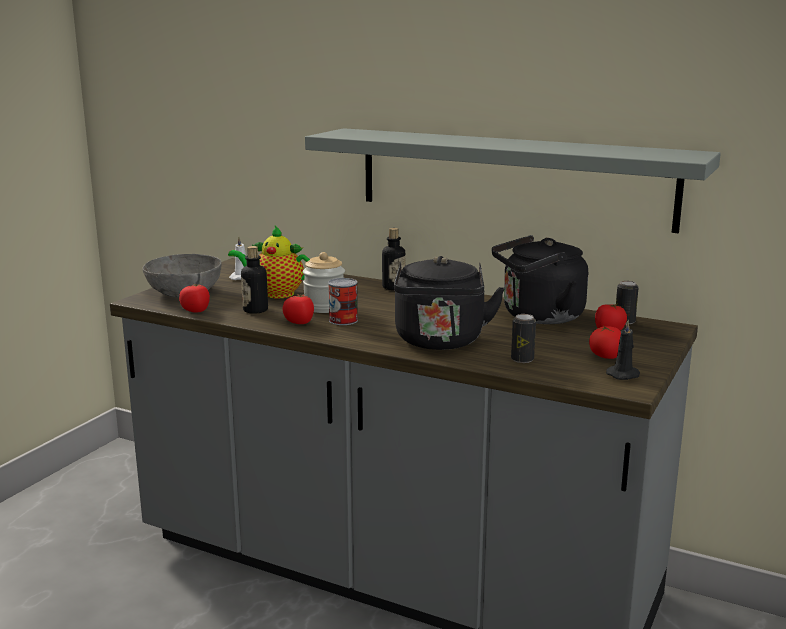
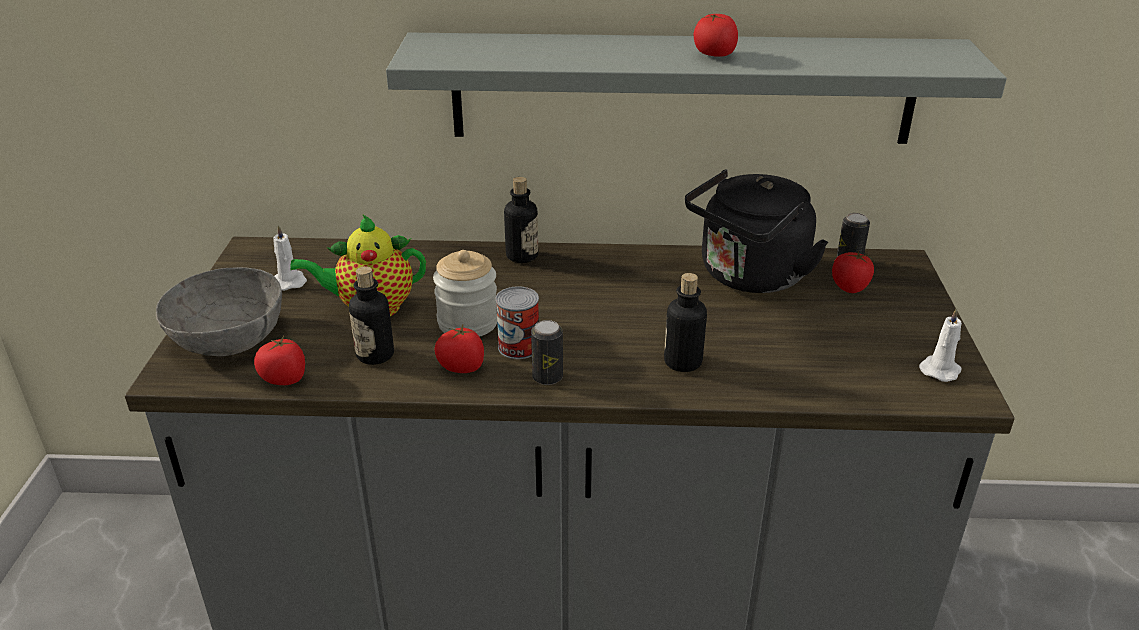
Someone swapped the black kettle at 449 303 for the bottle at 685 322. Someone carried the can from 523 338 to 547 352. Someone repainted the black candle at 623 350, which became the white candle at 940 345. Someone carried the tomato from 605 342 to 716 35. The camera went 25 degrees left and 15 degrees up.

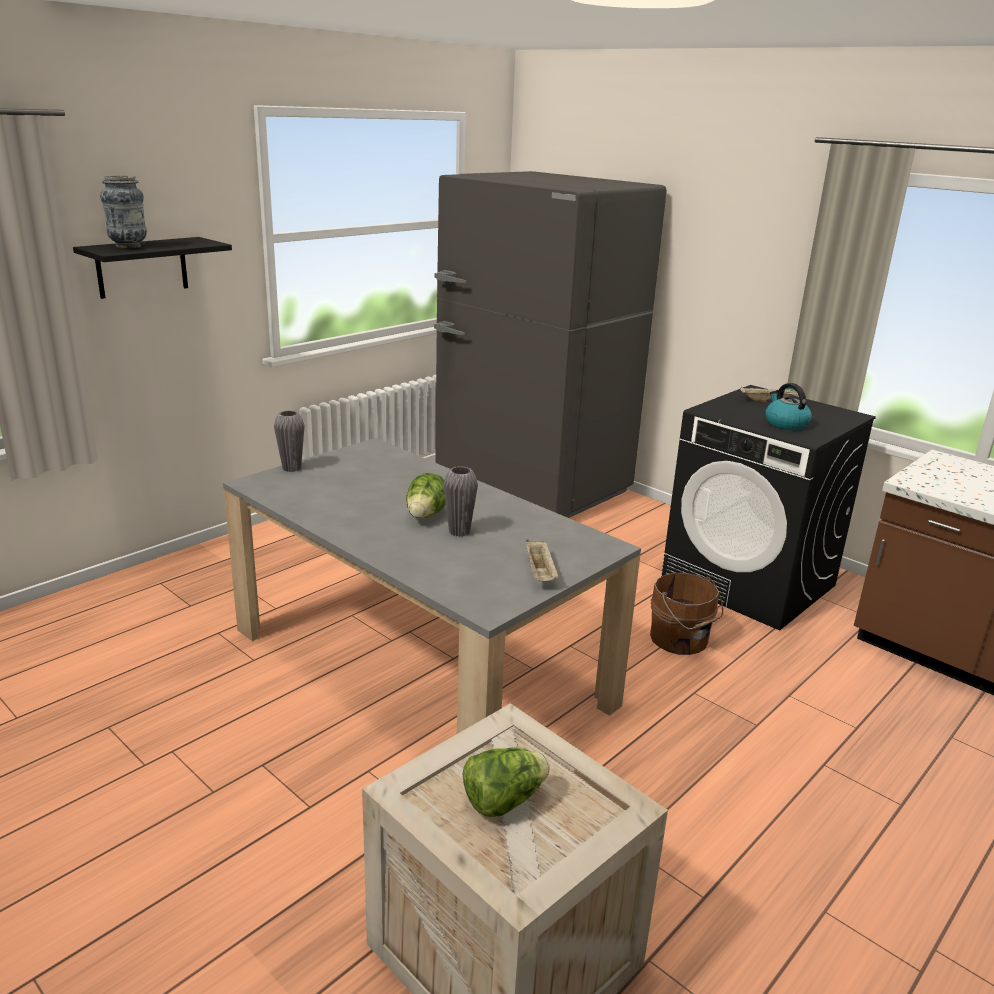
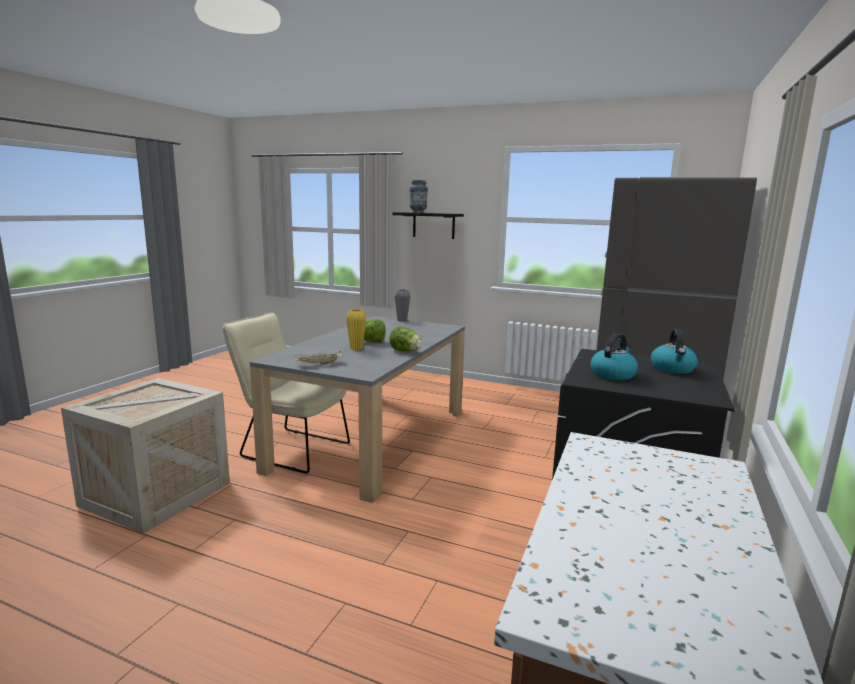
Someone swapped the beige tray at 768 395 for the kettle at 674 351. Someone repainted the grey vase at 460 501, which became the yellow vase at 356 329. Someone took away the brown bucket at 686 614. Someone carried the lettuce from 506 782 to 405 338. Someone put down the beige chair at 286 392. The camera went 70 degrees right and 10 degrees down.

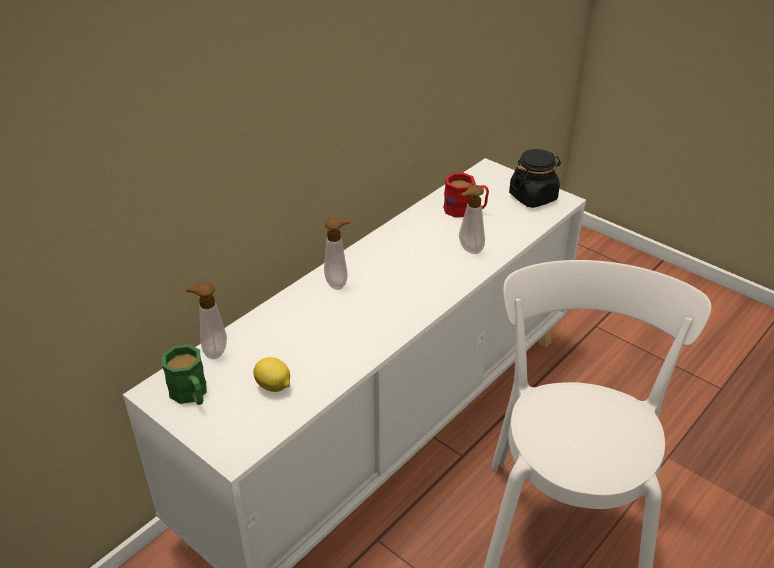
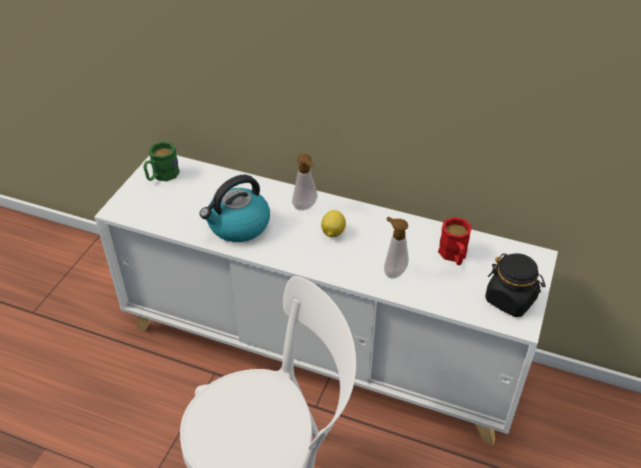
Someone took away the soap dispenser at 206 320. Someone carried the lemon from 271 374 to 333 223. Someone put down the kettle at 235 208. The camera went 70 degrees right and 5 degrees up.

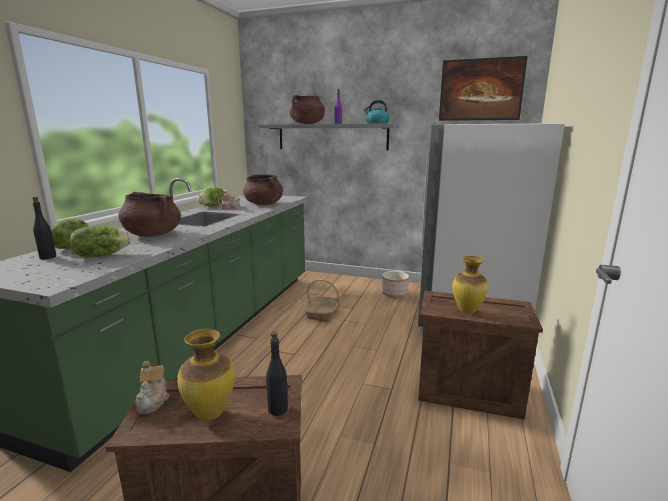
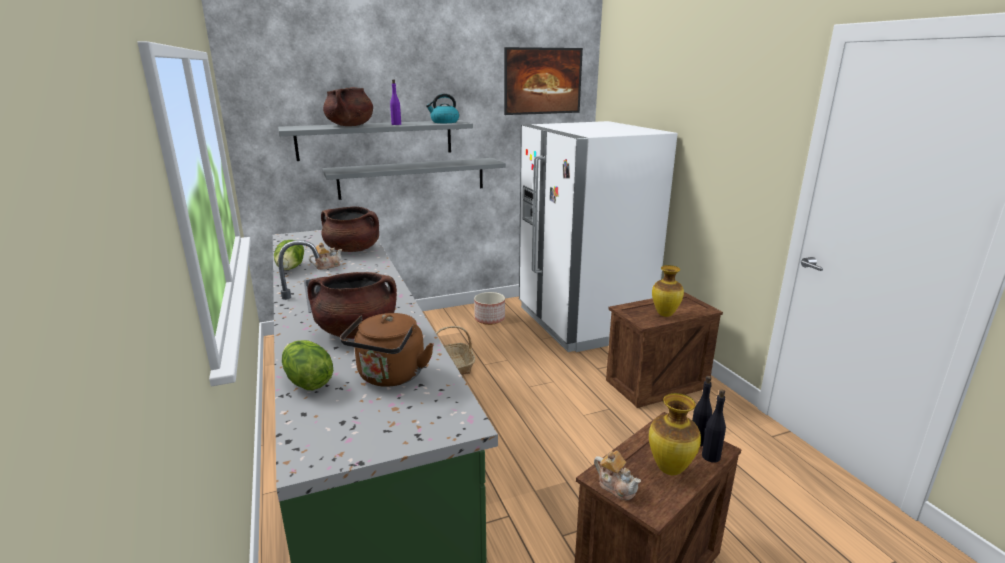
Someone carried the black bottle from 44 228 to 714 426. Someone swapped the lettuce at 100 241 for the brown kettle at 387 350. Someone put up the grey shelf at 414 179. The camera went 40 degrees left and 5 degrees up.

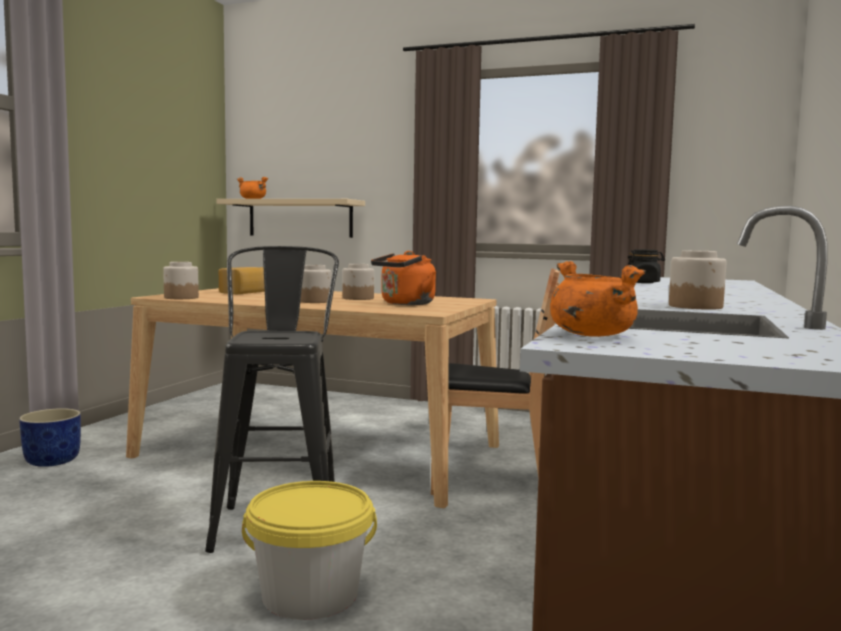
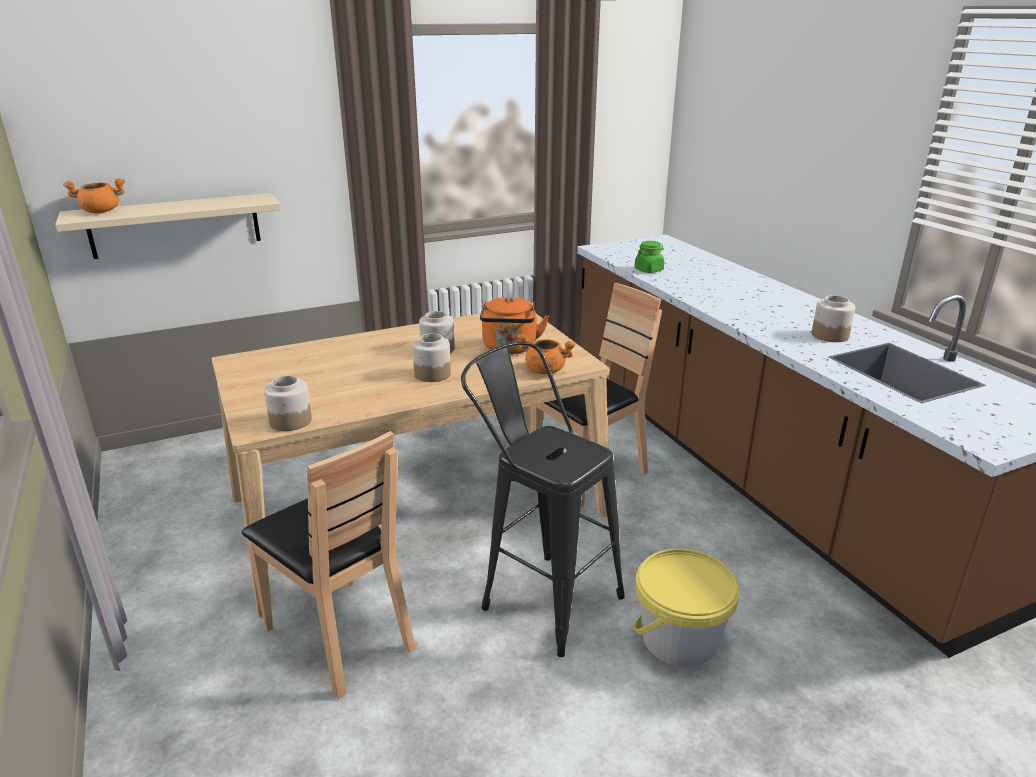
Someone repainted the black jar at 646 266, which became the green jar at 649 257. Someone carried the orange cooking pot from 598 299 to 546 354. Someone took away the bread at 242 281. Someone took away the blue planter at 50 437. Someone put down the brown chair at 329 565. The camera went 45 degrees left and 20 degrees up.

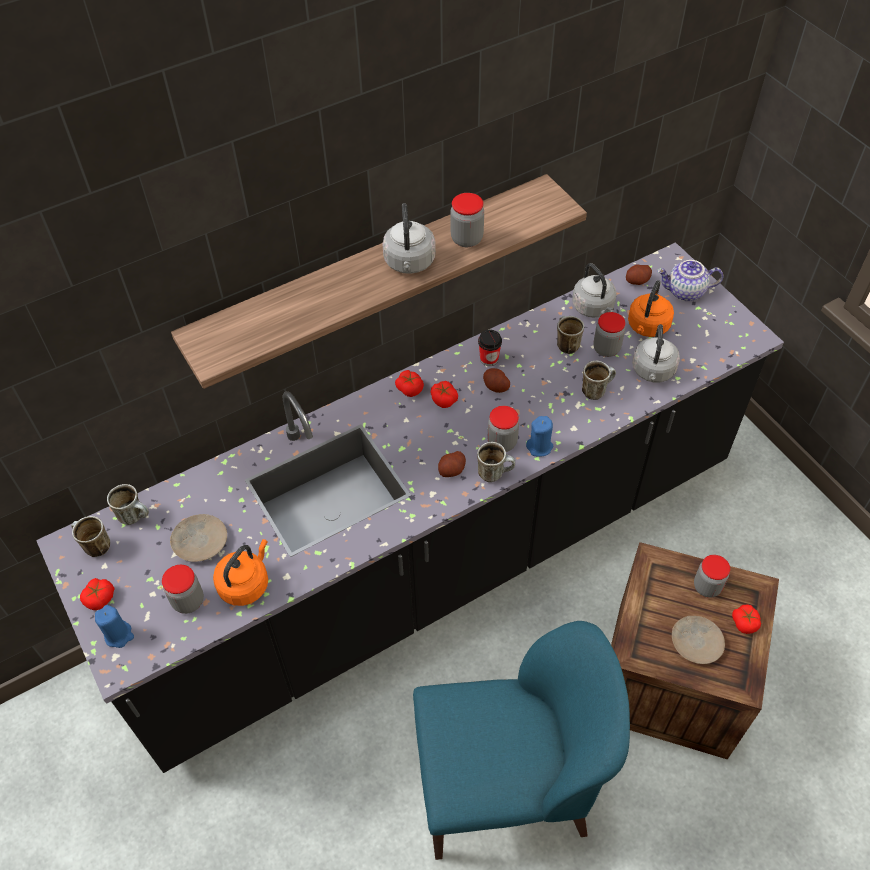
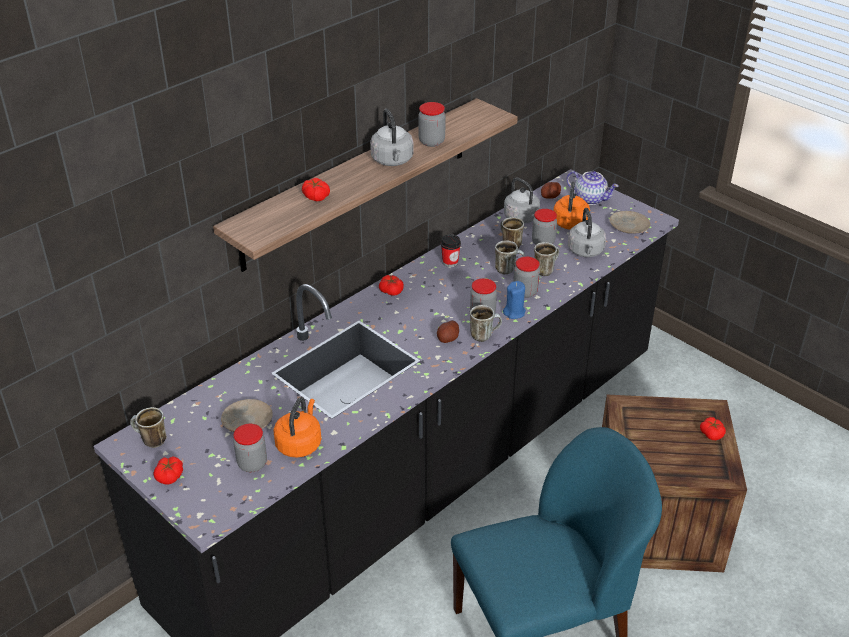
Someone rotated the teapot at 690 280 by 135 degrees counterclockwise. Someone took away the potato at 496 380. Someone carried the tomato from 444 394 to 316 189. Someone carried the mug from 128 504 to 510 257. Someone carried the jar from 712 576 to 526 277. Someone took away the blue candle at 114 626. Someone carried the beige plate from 698 640 to 629 222. The camera went 15 degrees left and 15 degrees down.

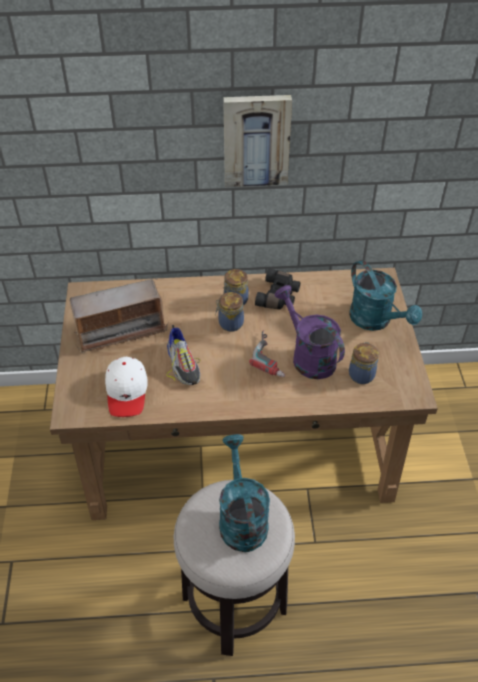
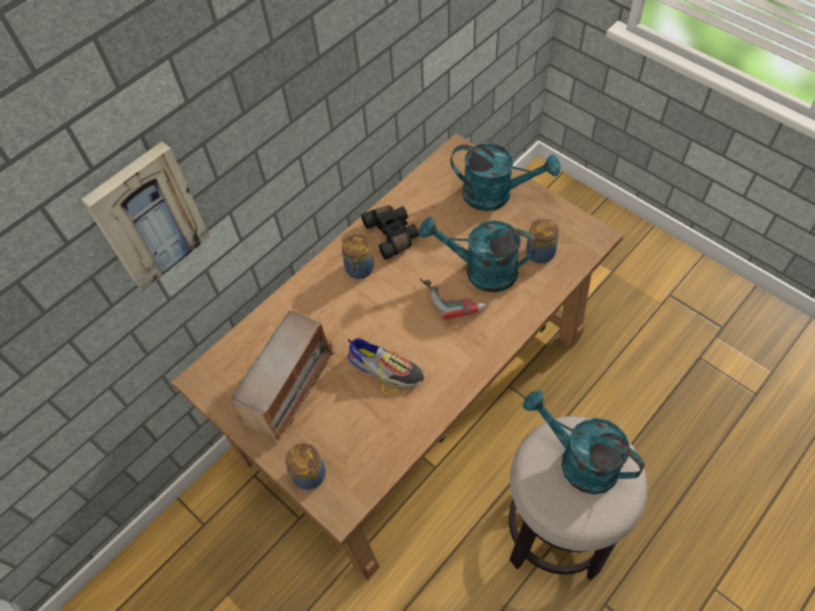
Someone carried the picture from 257 141 to 145 216. Someone repainted the purple watering can at 309 332, which became the turquoise watering can at 477 254. Someone carried the jar from 229 312 to 305 466. Someone took away the white cap at 126 387. The camera went 40 degrees left and 10 degrees up.

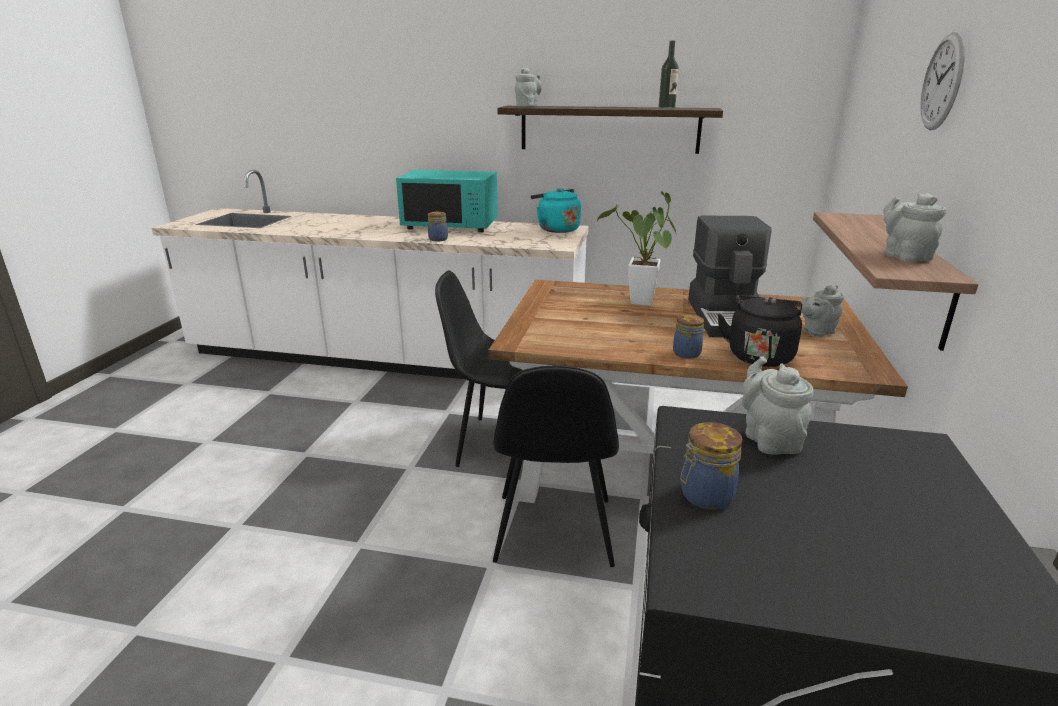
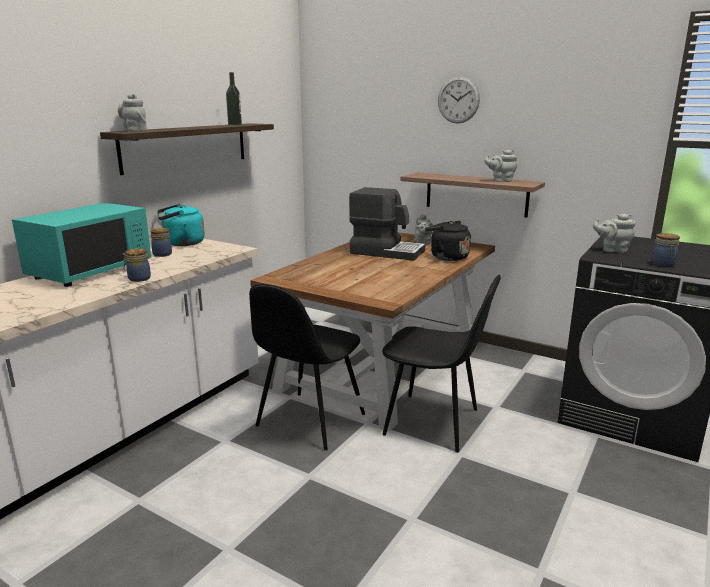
Someone took away the potted plant at 636 248. Someone carried the jar from 688 336 to 161 242. The camera went 70 degrees left and 5 degrees down.

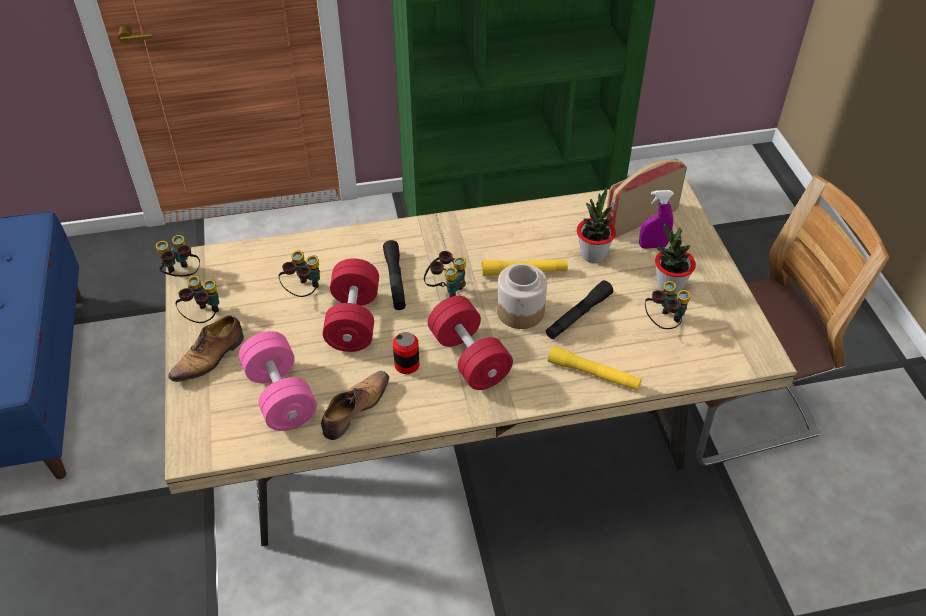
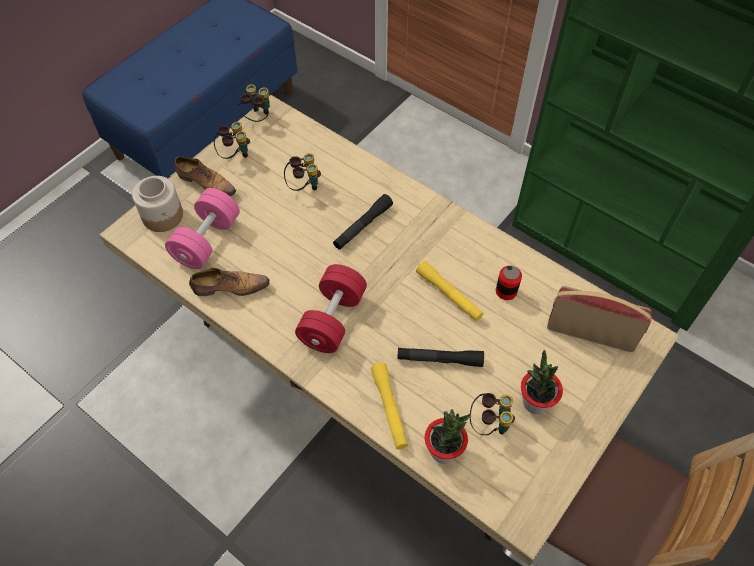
Someone carried the potted plant from 596 225 to 448 436. Someone took away the purple spray bottle at 656 219. Someone took away the binoculars at 445 274. Someone took away the red dumbbell at 351 305. Someone carried the jar from 522 296 to 157 204. Someone rotated the shoe at 206 348 by 150 degrees counterclockwise. Someone carried the can from 406 353 to 509 283. The camera went 50 degrees right and 10 degrees up.

